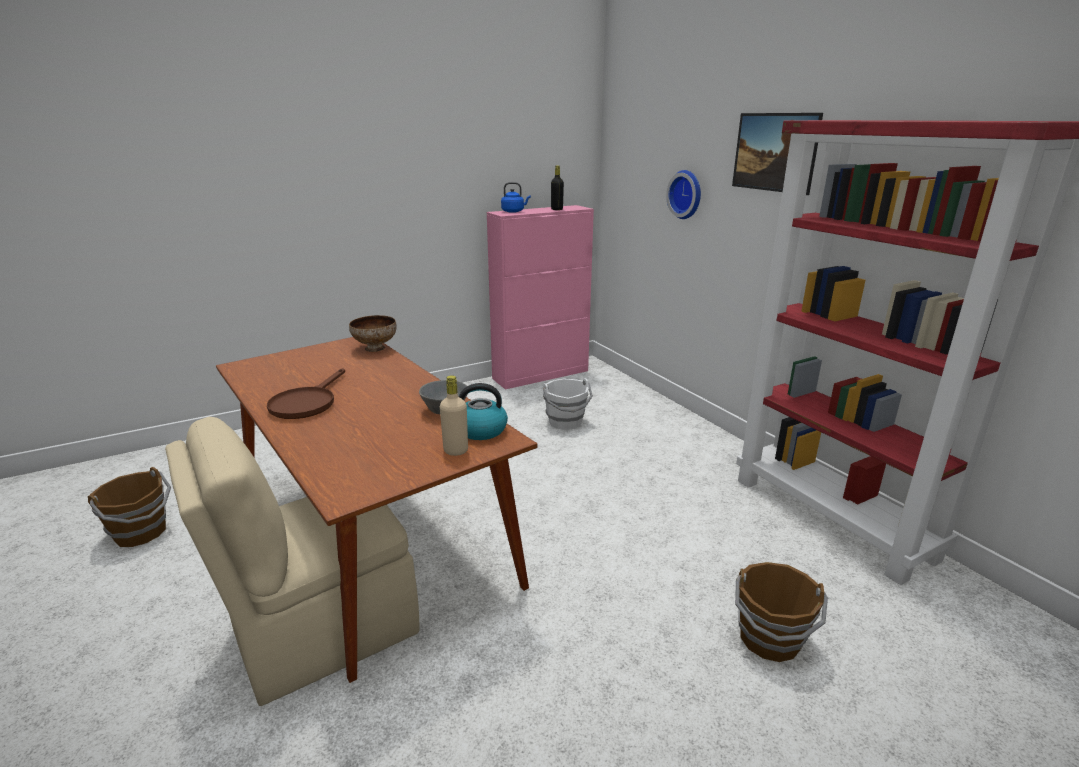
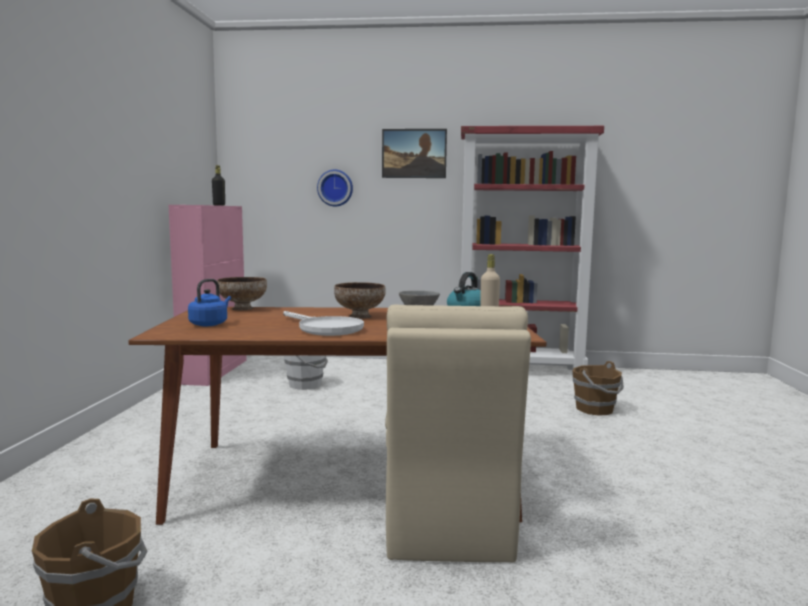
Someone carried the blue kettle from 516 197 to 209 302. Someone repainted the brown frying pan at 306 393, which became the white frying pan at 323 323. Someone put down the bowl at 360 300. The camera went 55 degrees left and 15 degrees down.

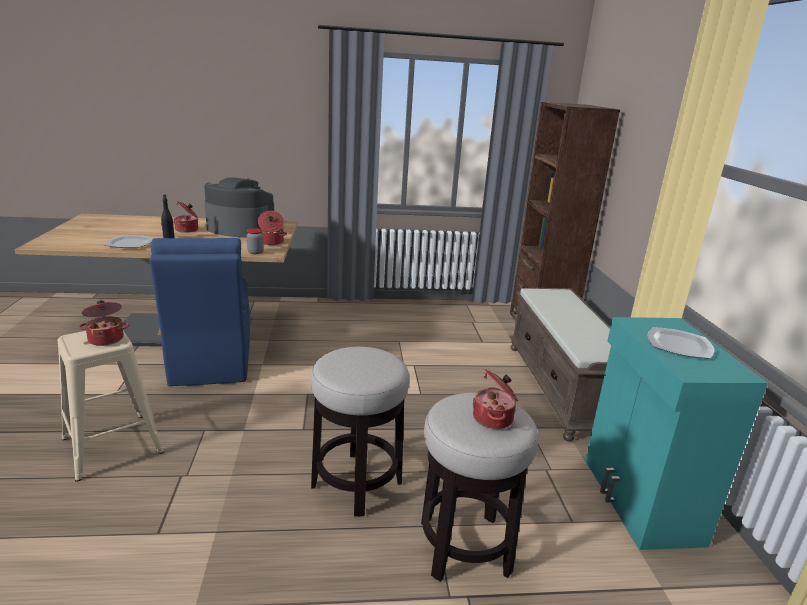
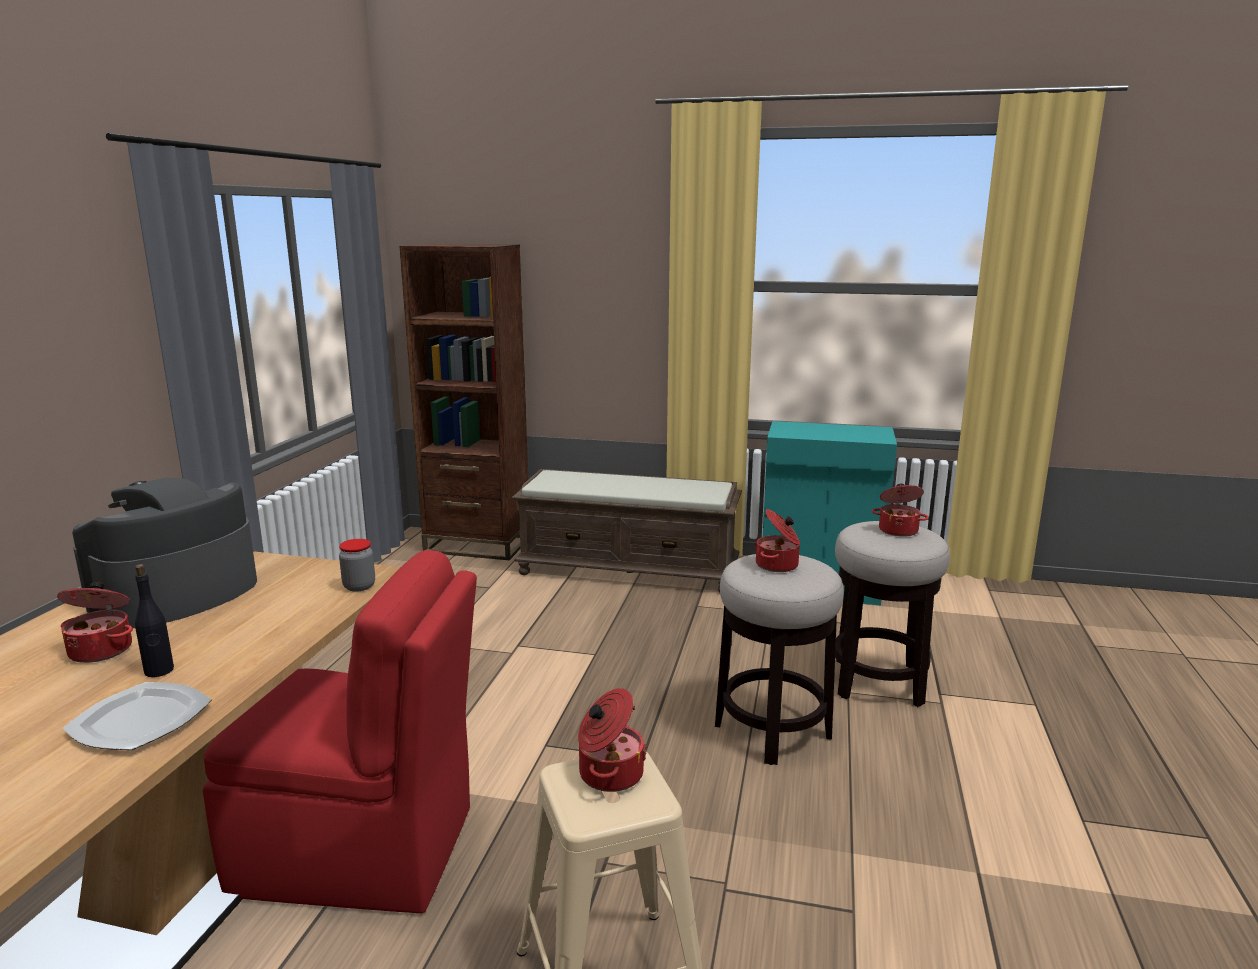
Someone carried the cooking pot from 272 228 to 777 540. Someone repainted the blue chair at 200 312, which became the red chair at 340 731. Someone took away the plate at 680 343. The camera went 70 degrees left and 5 degrees down.

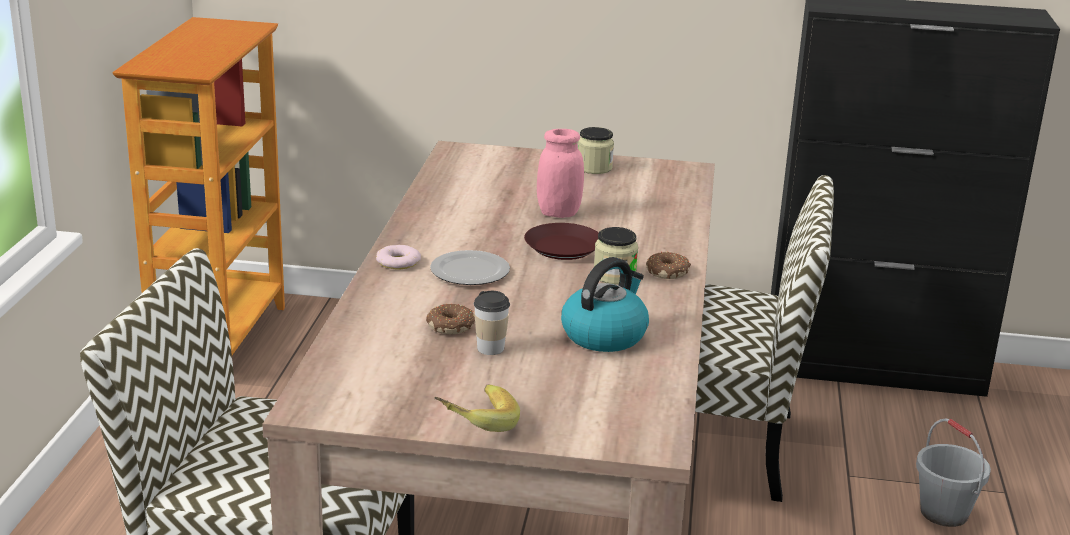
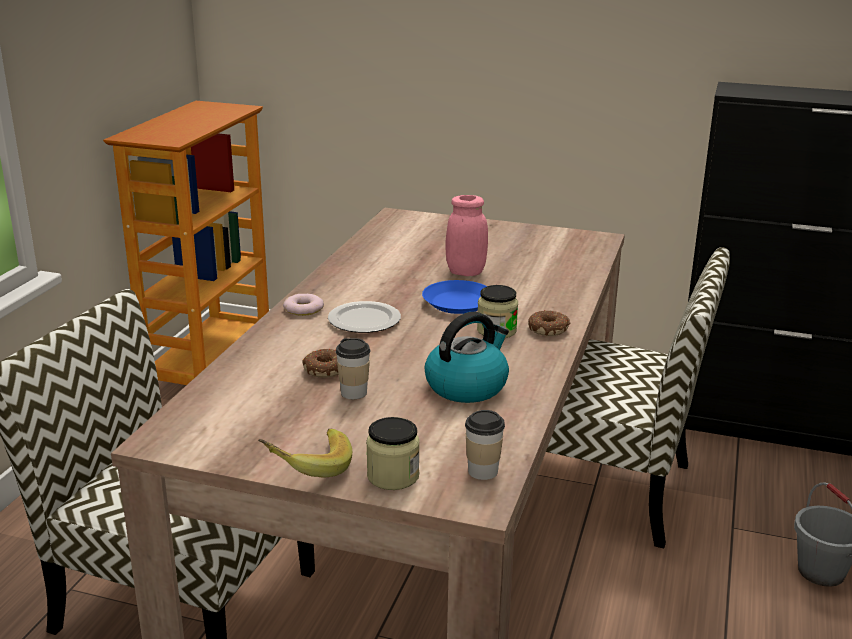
Someone carried the jar from 596 150 to 393 453. Someone repainted the brown plate at 561 241, which became the blue plate at 454 297. Someone put down the cup at 485 445. The camera went 10 degrees right and 0 degrees up.

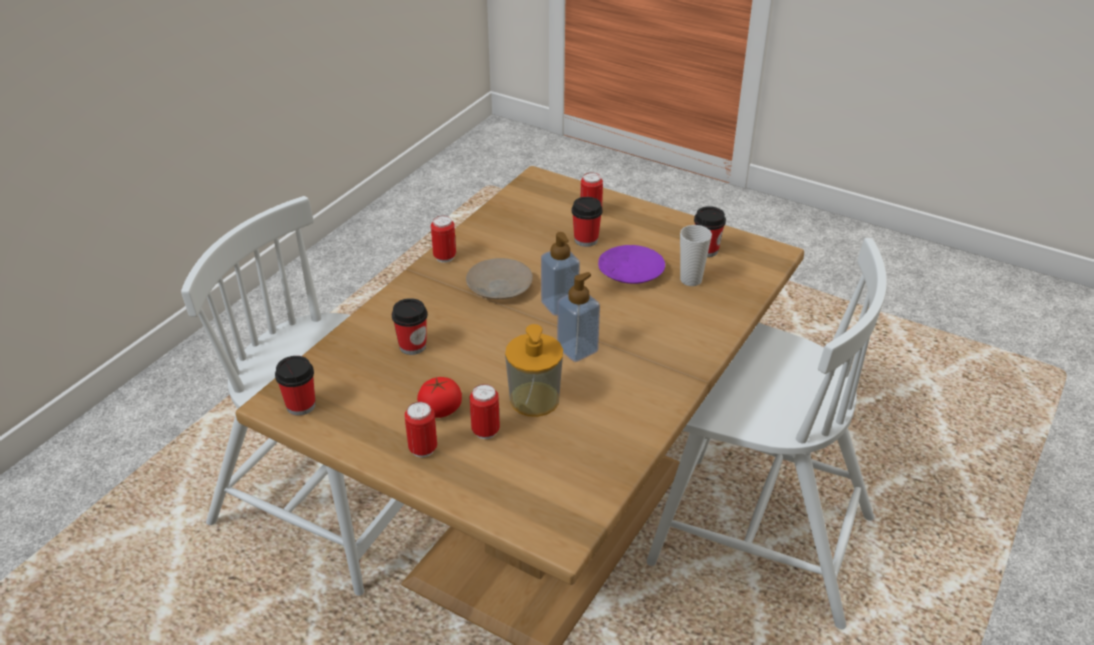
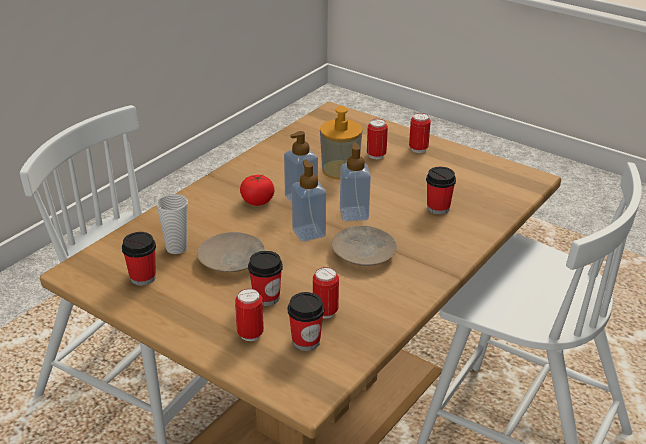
Someone carried the can from 443 239 to 326 292. Someone repainted the purple plate at 631 264, which became the beige plate at 231 252. Someone carried the cup from 295 386 to 306 321. Someone carried the tomato from 439 397 to 257 190. Someone put down the soap dispenser at 355 181. The camera went 175 degrees left and 5 degrees down.

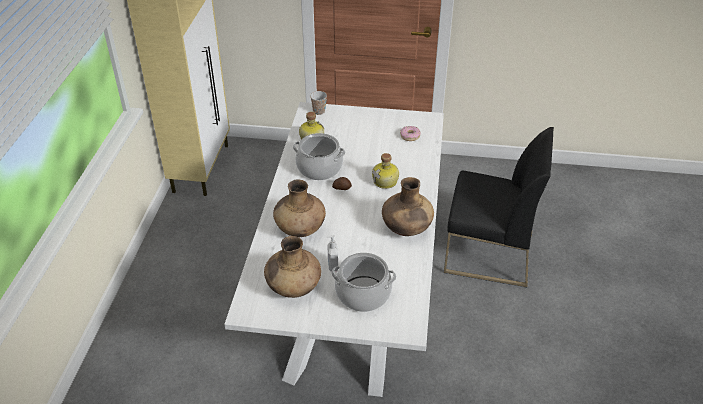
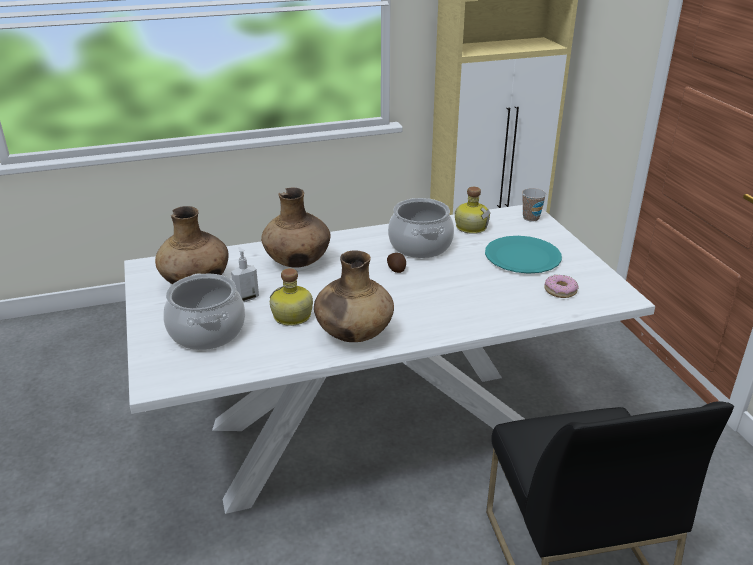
Someone carried the bottle from 385 171 to 291 297. Someone put down the turquoise plate at 523 255. The camera went 65 degrees right and 10 degrees down.

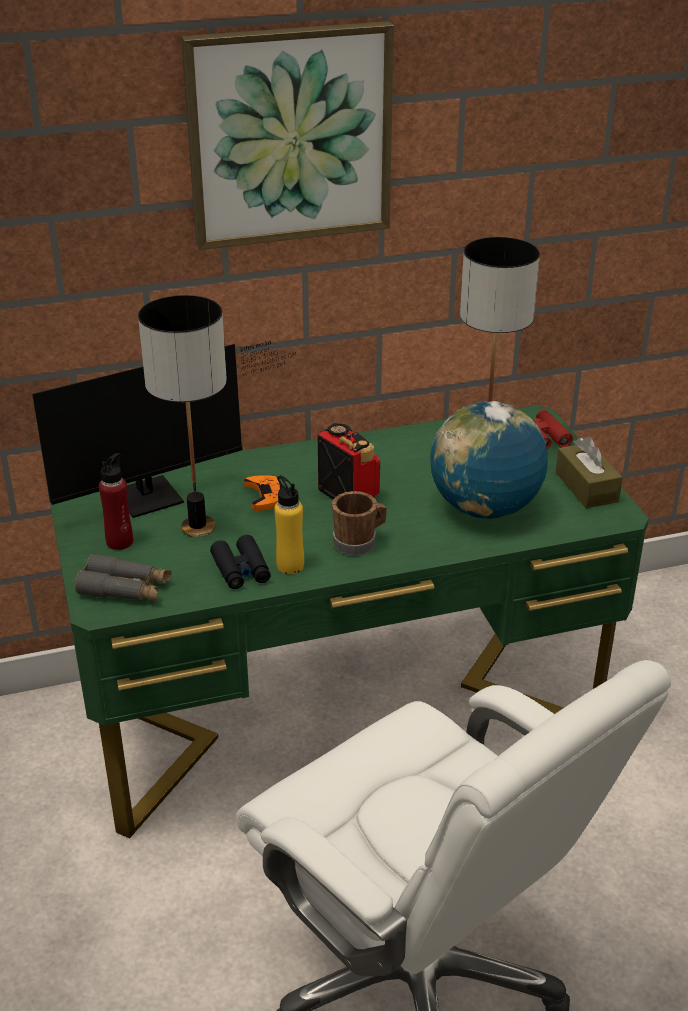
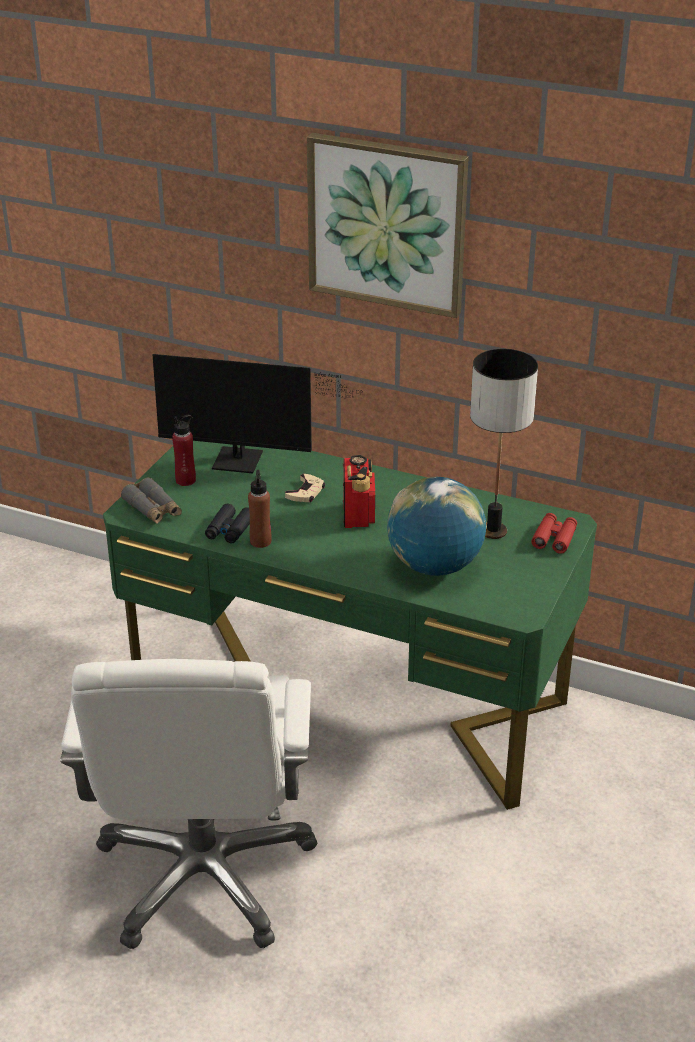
Someone took away the table lamp at 182 416. Someone took away the brown tissue box at 589 472. Someone repainted the yellow bottle at 289 524, which became the brown bottle at 260 509. Someone repainted the orange game controller at 262 493, which became the beige game controller at 305 488. Someone took away the brown mug at 359 523. The camera went 40 degrees right and 0 degrees up.

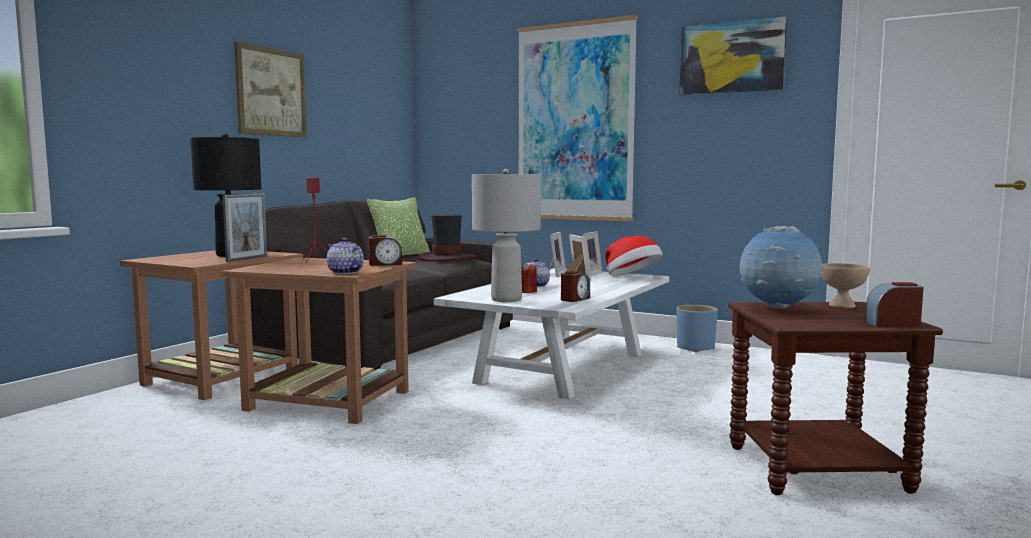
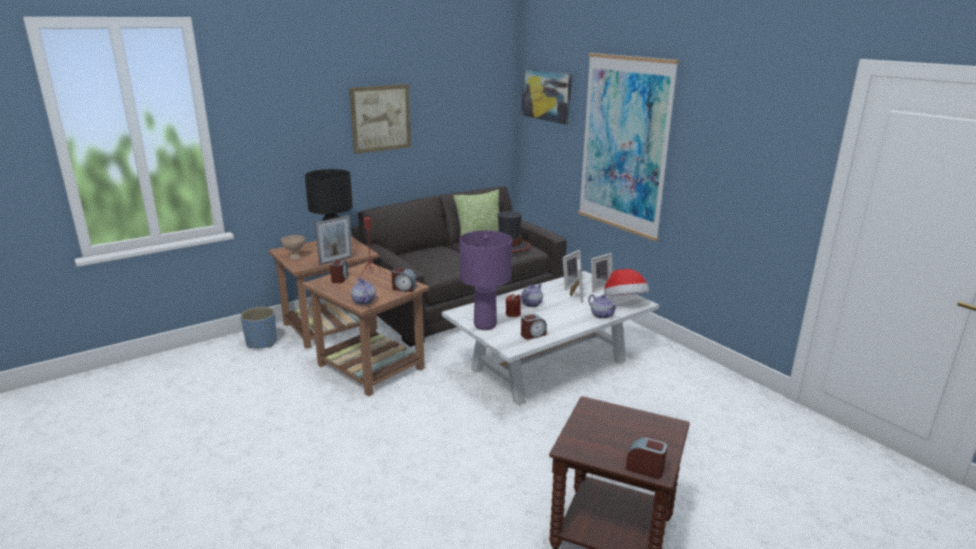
Someone carried the picture from 733 55 to 546 97. Someone repainted the grey table lamp at 506 235, which became the purple table lamp at 486 280. Someone took away the globe at 782 267. Someone carried the beige bowl from 845 285 to 293 247. Someone carried the blue planter from 697 329 to 258 328. Someone put down the alarm clock at 339 271. Someone put down the teapot at 603 306. The camera went 25 degrees right and 15 degrees up.

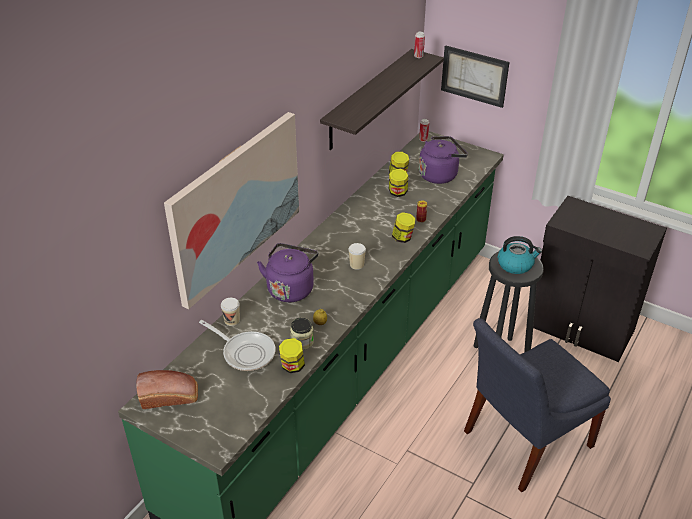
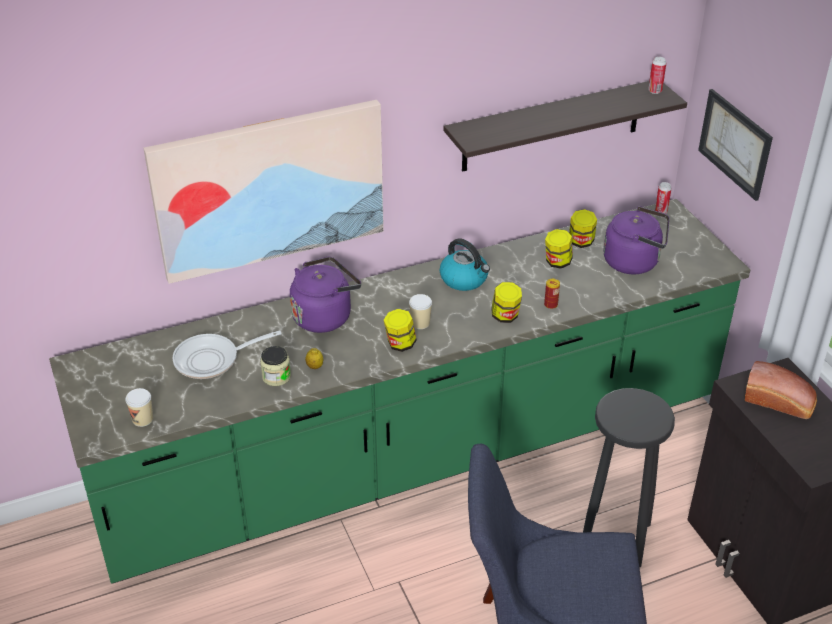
Someone carried the kettle from 520 255 to 465 264. Someone carried the cup from 230 312 to 139 407. Someone rotated the frying pan at 237 345 by 90 degrees clockwise. Someone carried the jar from 292 355 to 400 330. Someone carried the bread from 167 389 to 781 390. The camera went 35 degrees right and 0 degrees up.

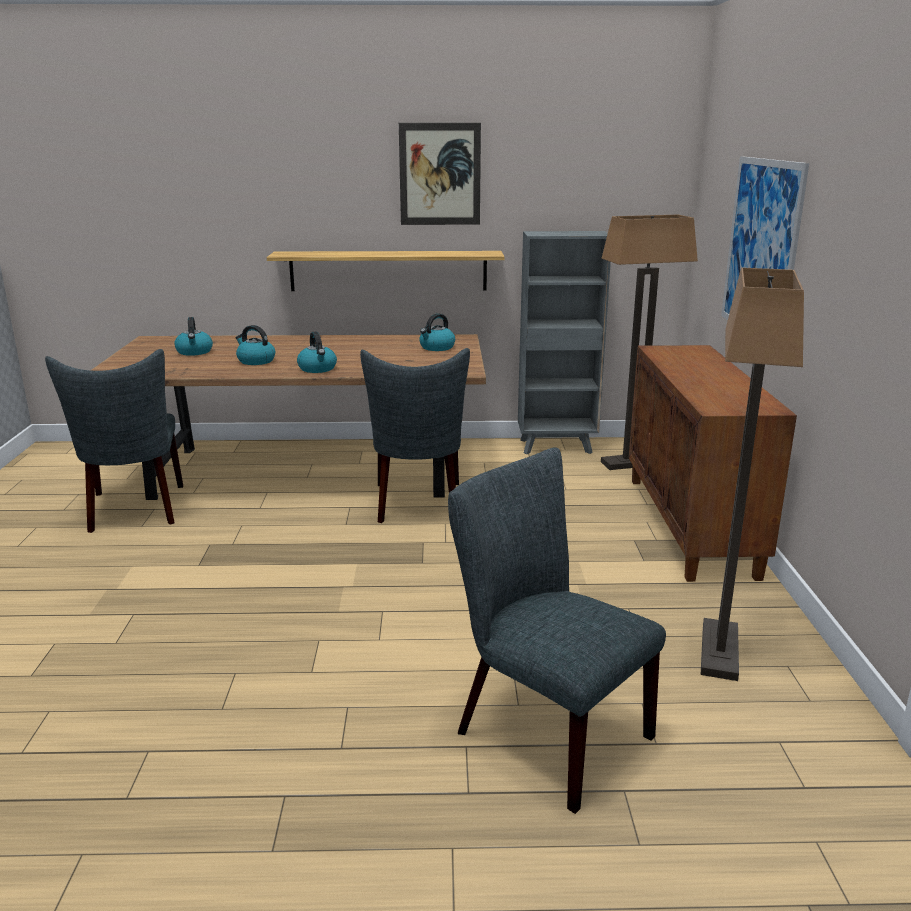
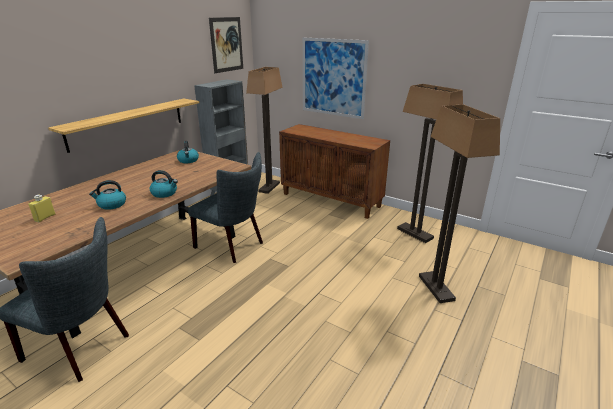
Someone carried the picture from 440 174 to 226 45. Someone swapped the kettle at 193 336 for the yellow bottle at 41 208. Someone swapped the grey chair at 557 630 for the floor lamp at 459 204. The camera went 55 degrees left and 5 degrees up.

